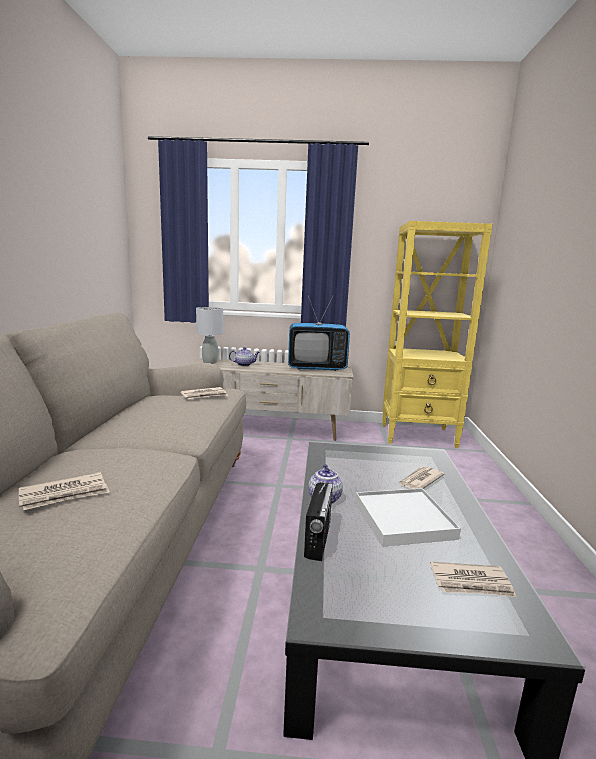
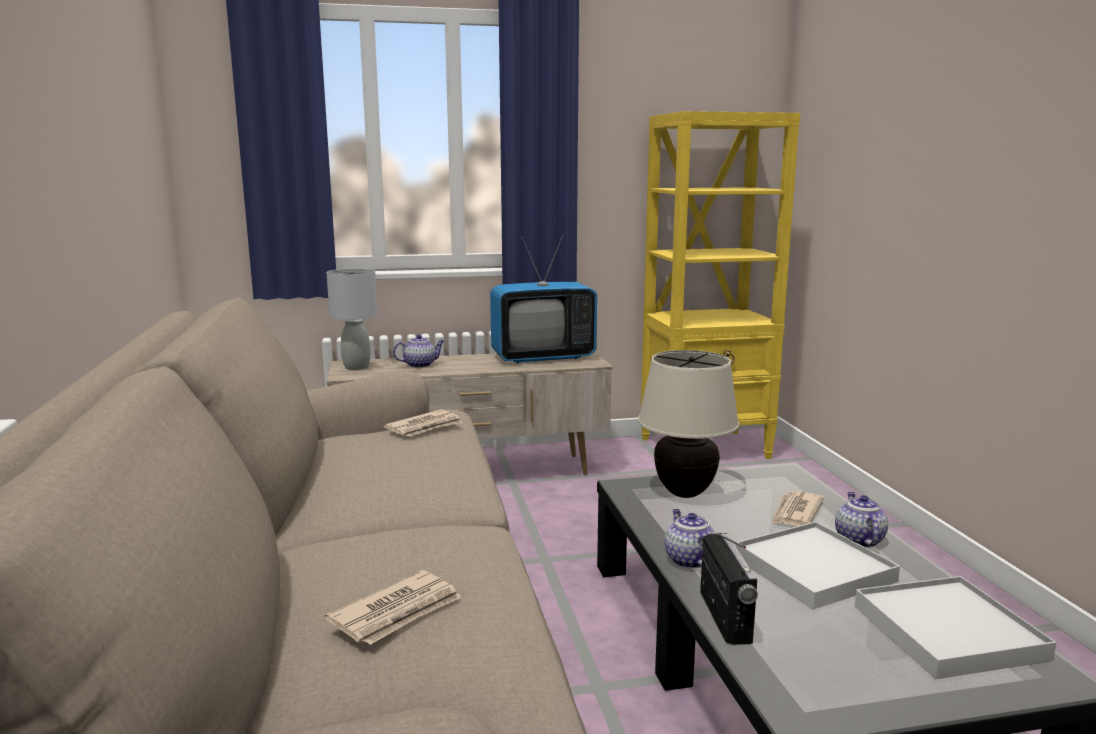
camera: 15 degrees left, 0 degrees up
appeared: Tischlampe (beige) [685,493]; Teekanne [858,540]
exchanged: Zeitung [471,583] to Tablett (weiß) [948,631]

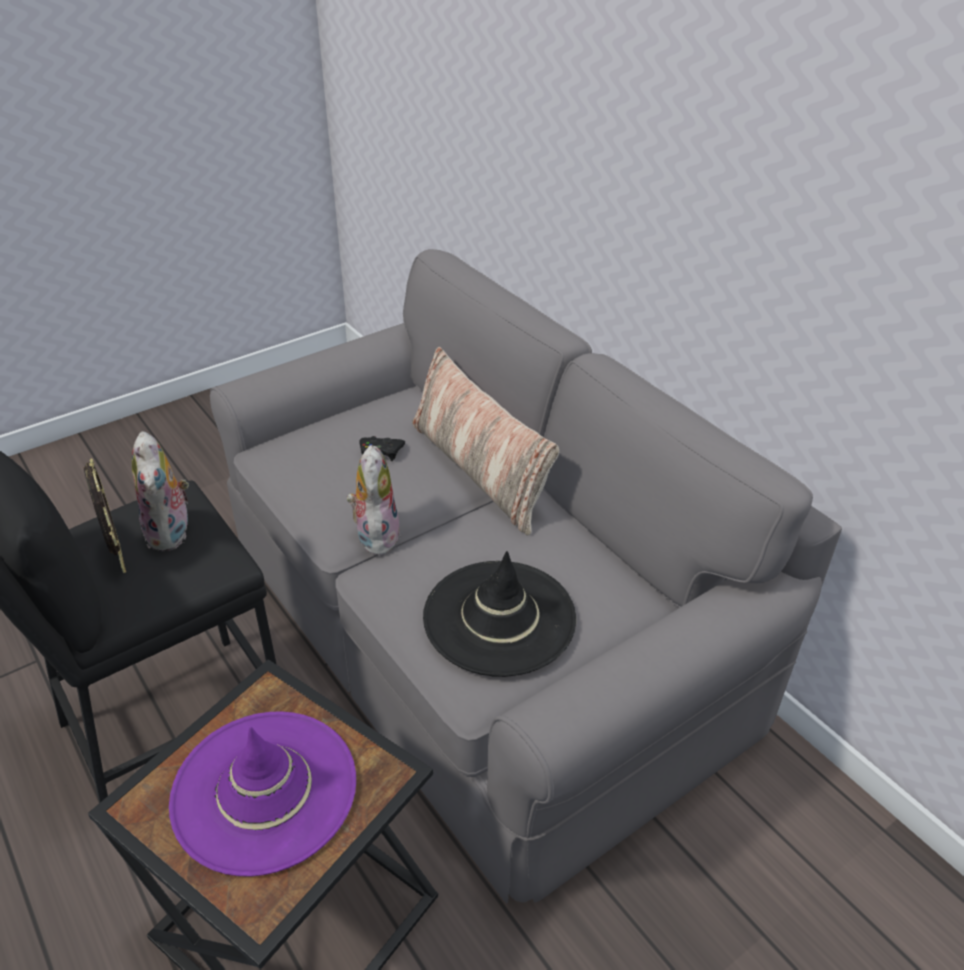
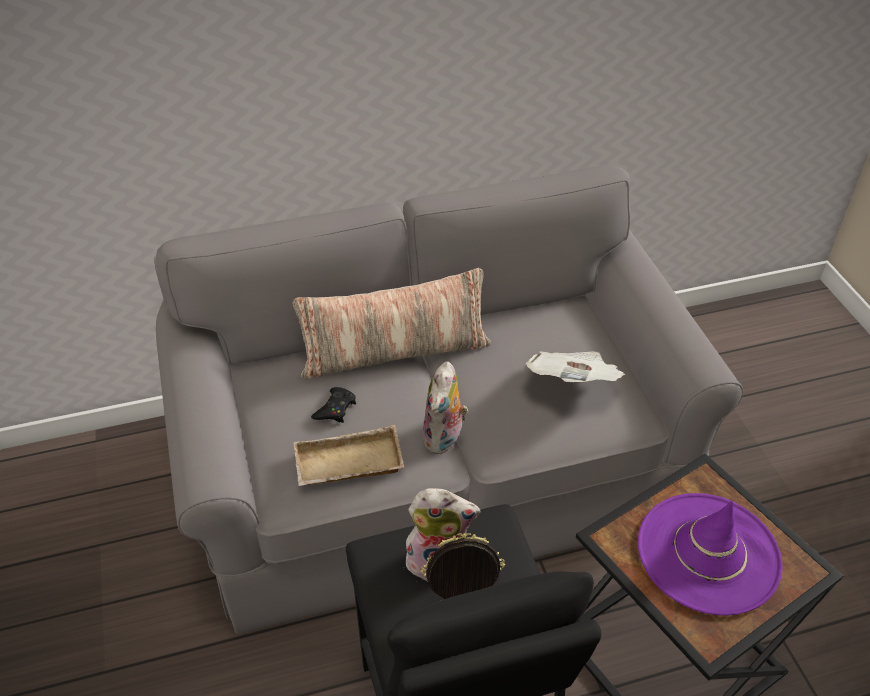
camera: 70 degrees left, 5 degrees up
appeared: Tablett (beige) [347,466]
exchanged: Hut (schwarz) [499,617] to Zeitung [573,384]
spun: Plüschtier [375,535] = [445,438] 90 degrees counterclockwise

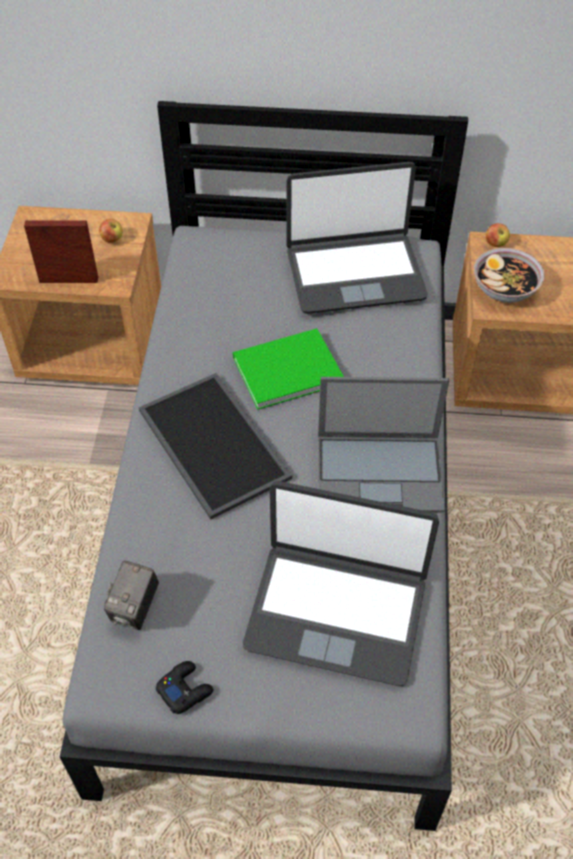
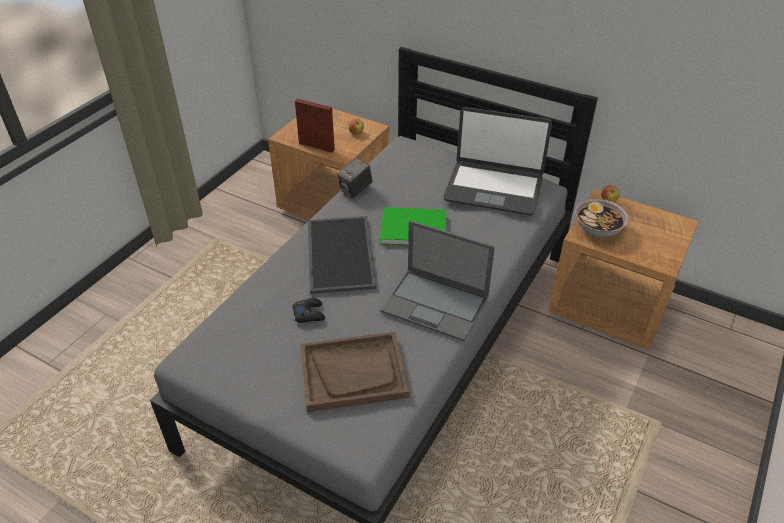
camera: 25 degrees right, 10 degrees down
relocated: Gamepad (schwarz) [185,689] to [309,313]; Kamera [135,608] to [355,190]
exchanged: Laptop [336,611] to Tablett (braun) [353,373]

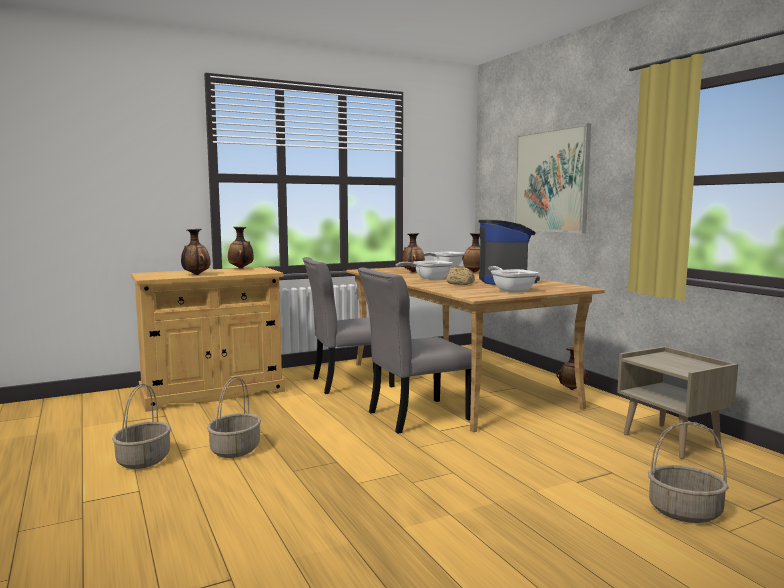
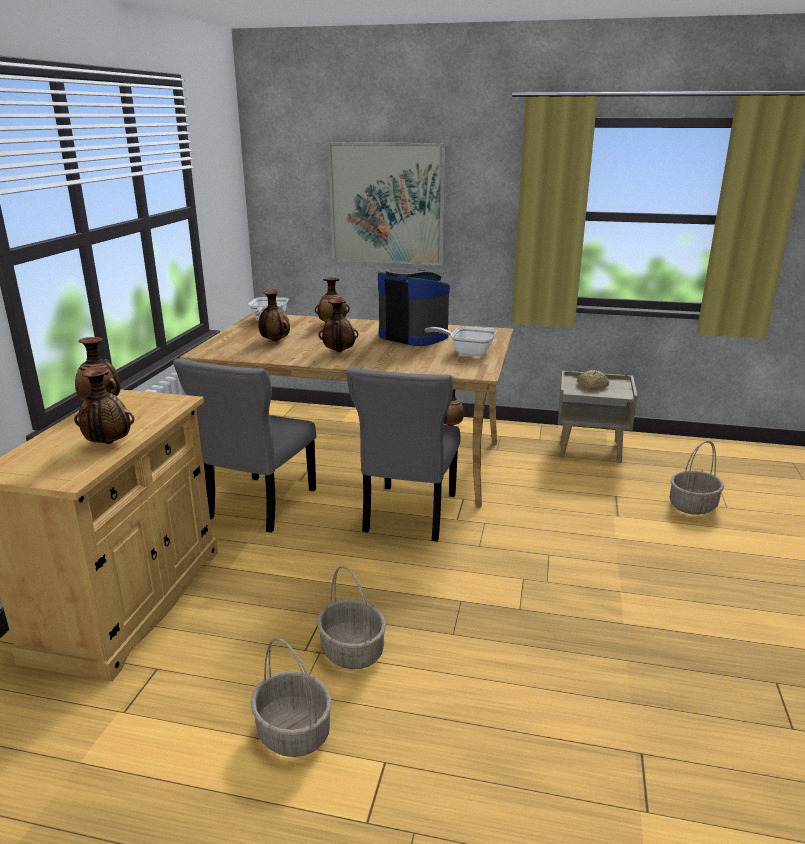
camera: 50 degrees left, 15 degrees up
relocated: Brot [461,283] to [593,385]
exchanged: Pfanne [428,279] to Vase [339,352]

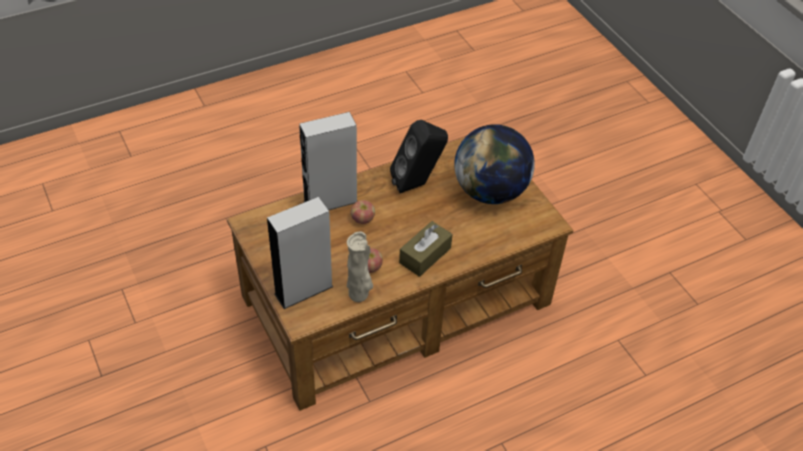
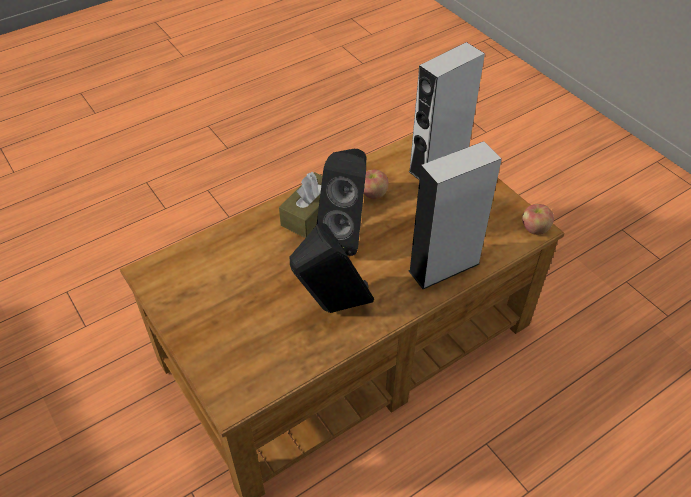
camera: 175 degrees right, 0 degrees up
missing: Vase (beige) [359,295]; Globus [490,191]
appeared: Lautsprecher (schwarz) [346,234]
relocated: Apfel [362,219] to [534,229]

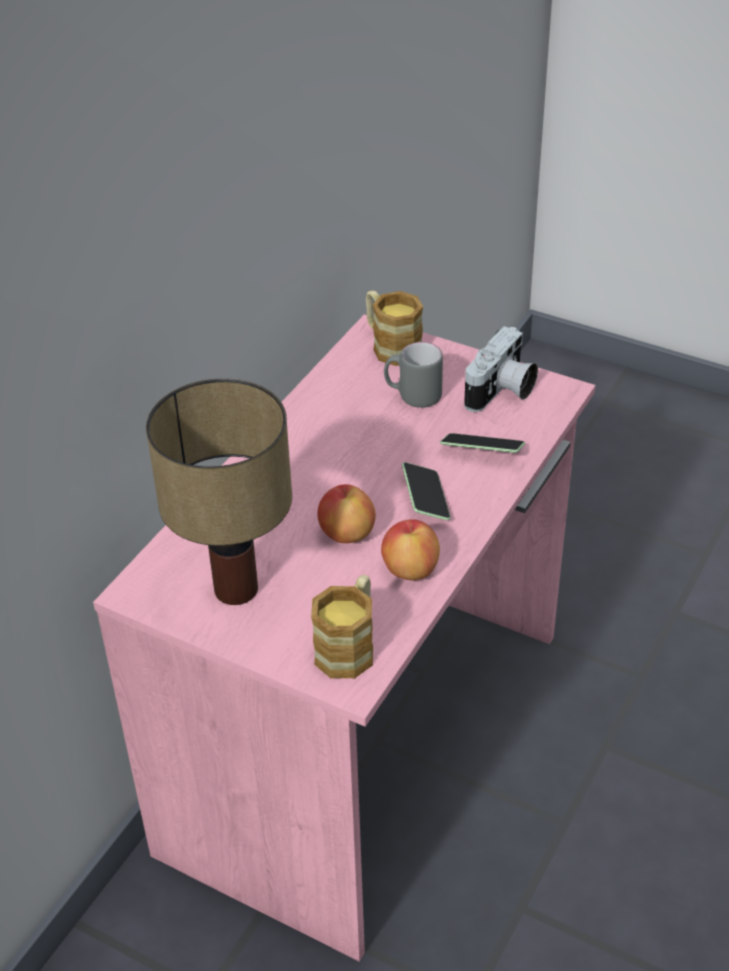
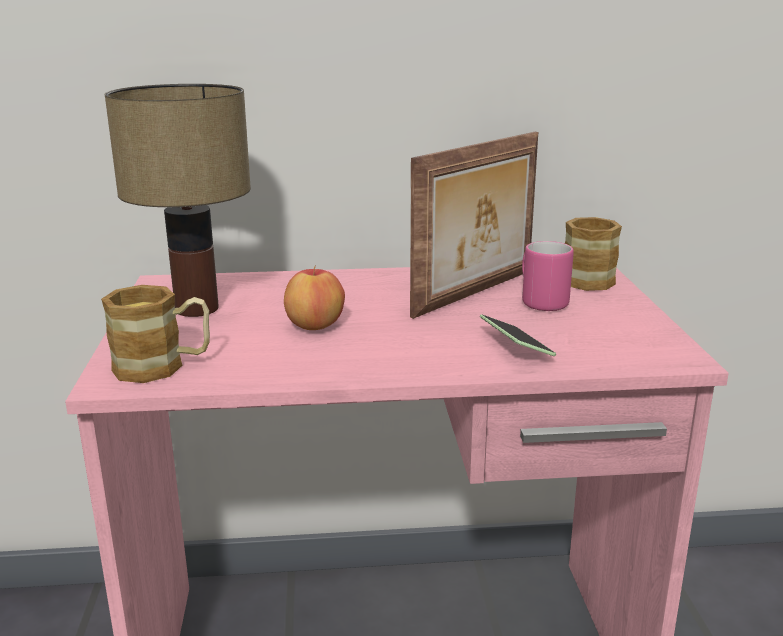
camera: 55 degrees right, 20 degrees down
missing: Apfel [410,569]; Handy [425,500]; Kamera [502,392]
appeared: Bilderrahmen [476,293]
colour: Henkelbecher (grau) [413,396] to Henkelbecher (rosa) [540,301]

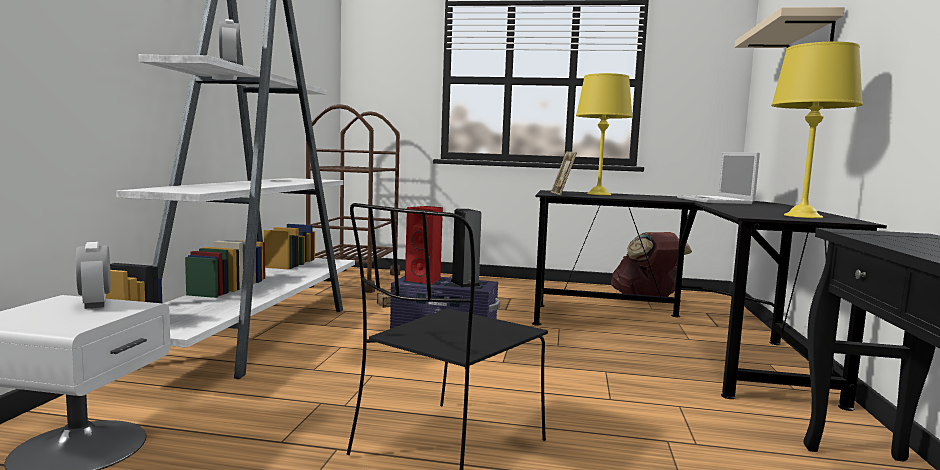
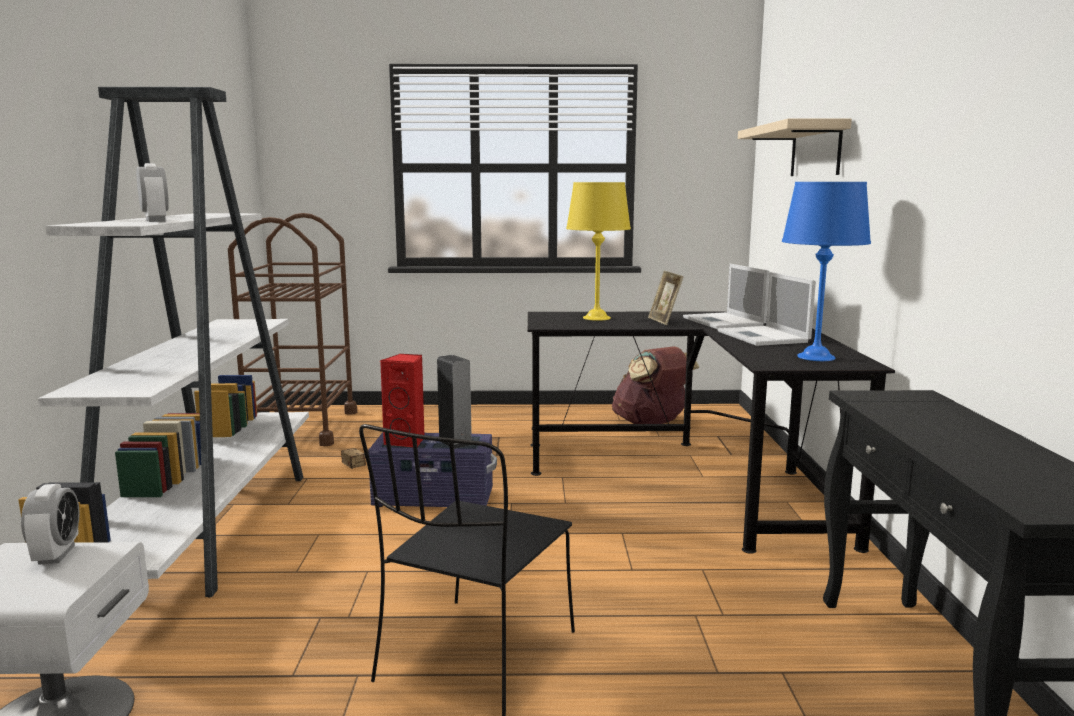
camera: 10 degrees left, 5 degrees up
appeared: Laptop [764,337]
relocated: Bilderrahmen [562,194] to [664,321]
colour: Tischlampe (gelb) [802,216] to Tischlampe (blau) [816,357]
spun: Wecker [95,304] = [56,554] 150 degrees counterclockwise

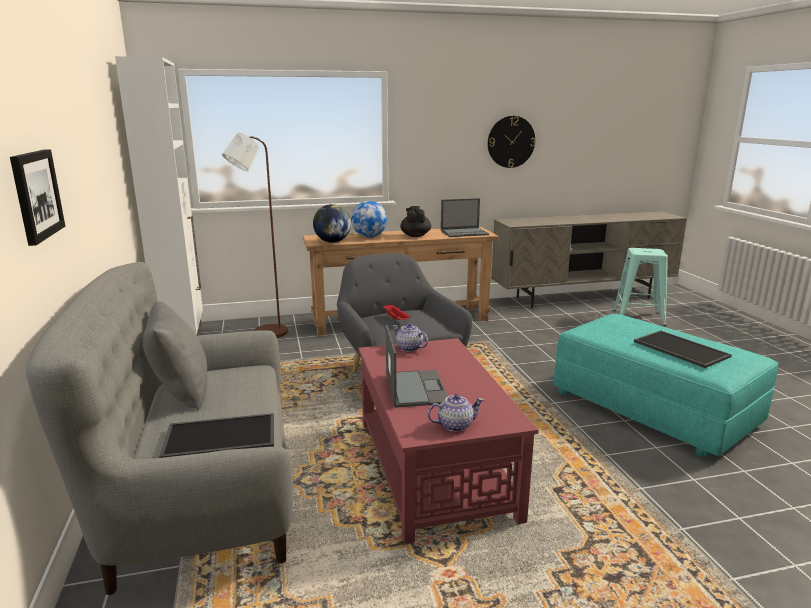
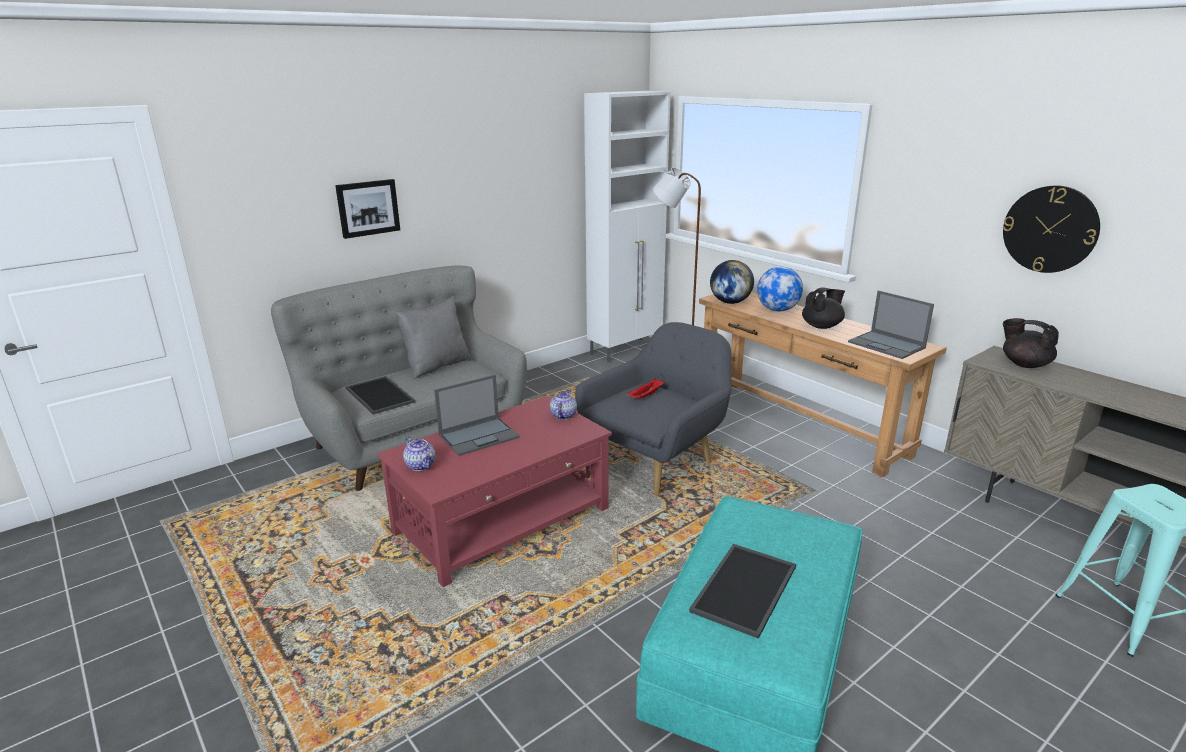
camera: 65 degrees right, 5 degrees up
appeared: Teekanne (schwarz) [1024,364]

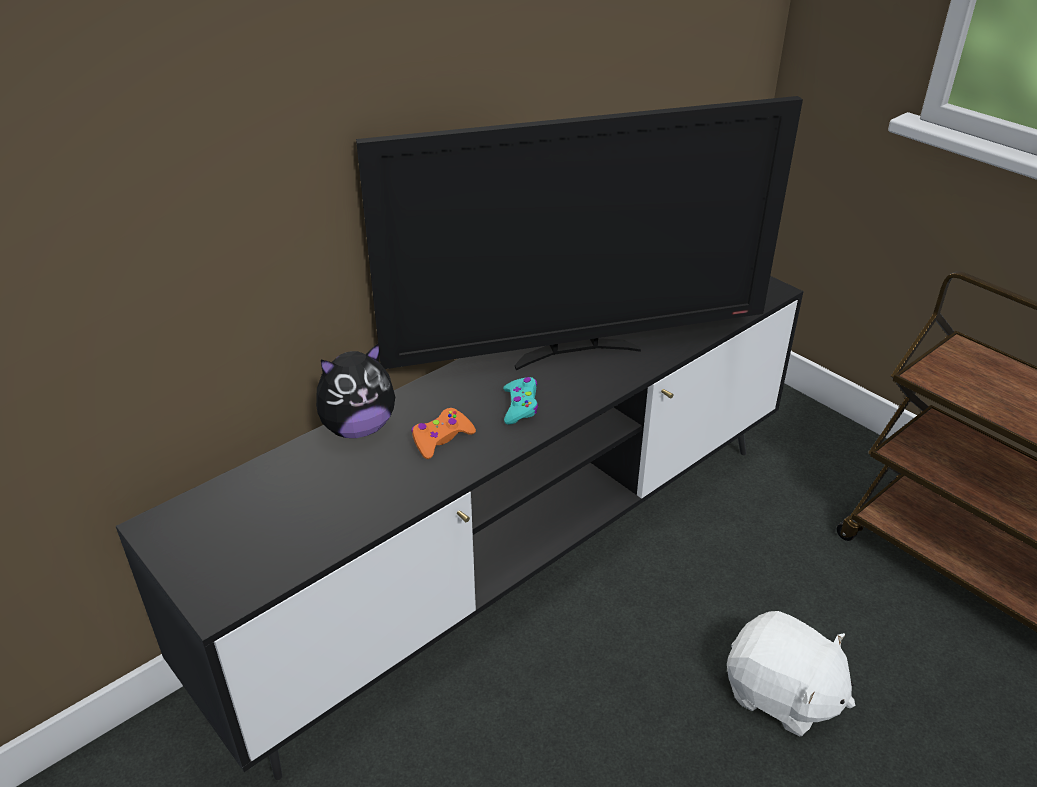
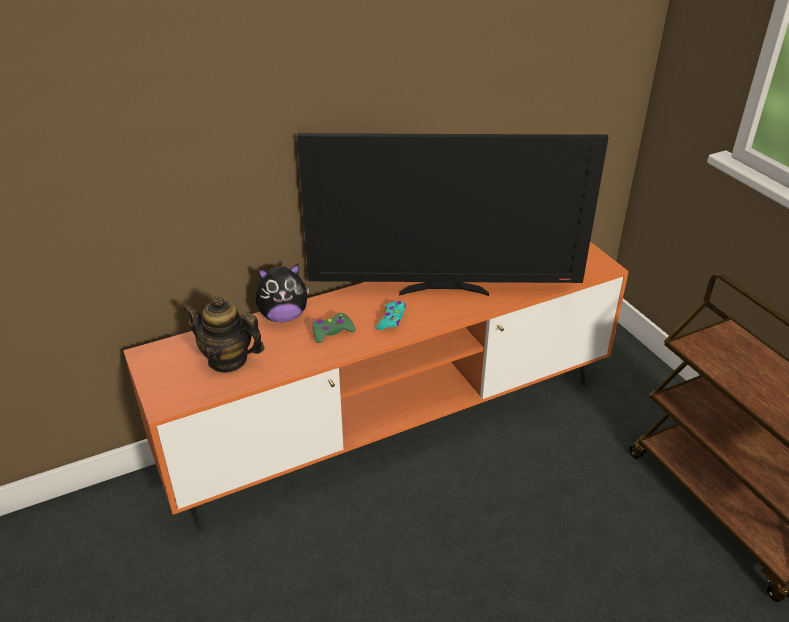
camera: 15 degrees right, 0 degrees up
missing: Plüschtier (weiß) [781,695]
appeared: Teekanne [228,360]
colour: Fernsehschrank (schwarz) [516,561] to Fernsehschrank (orange) [393,427]; Gamepad (orange) [441,439] to Gamepad (grün) [332,332]

